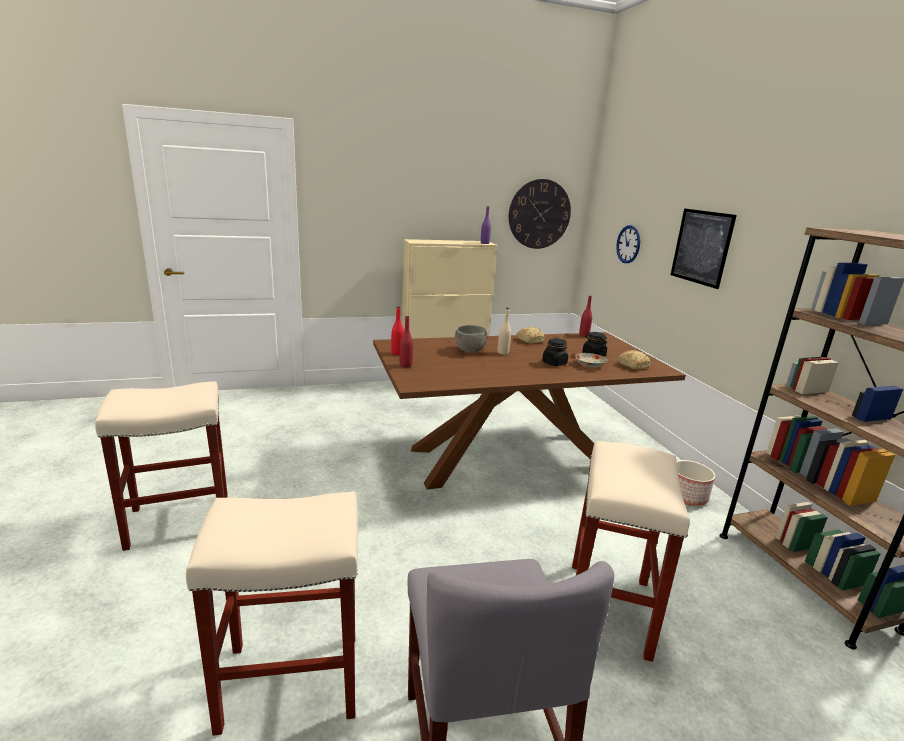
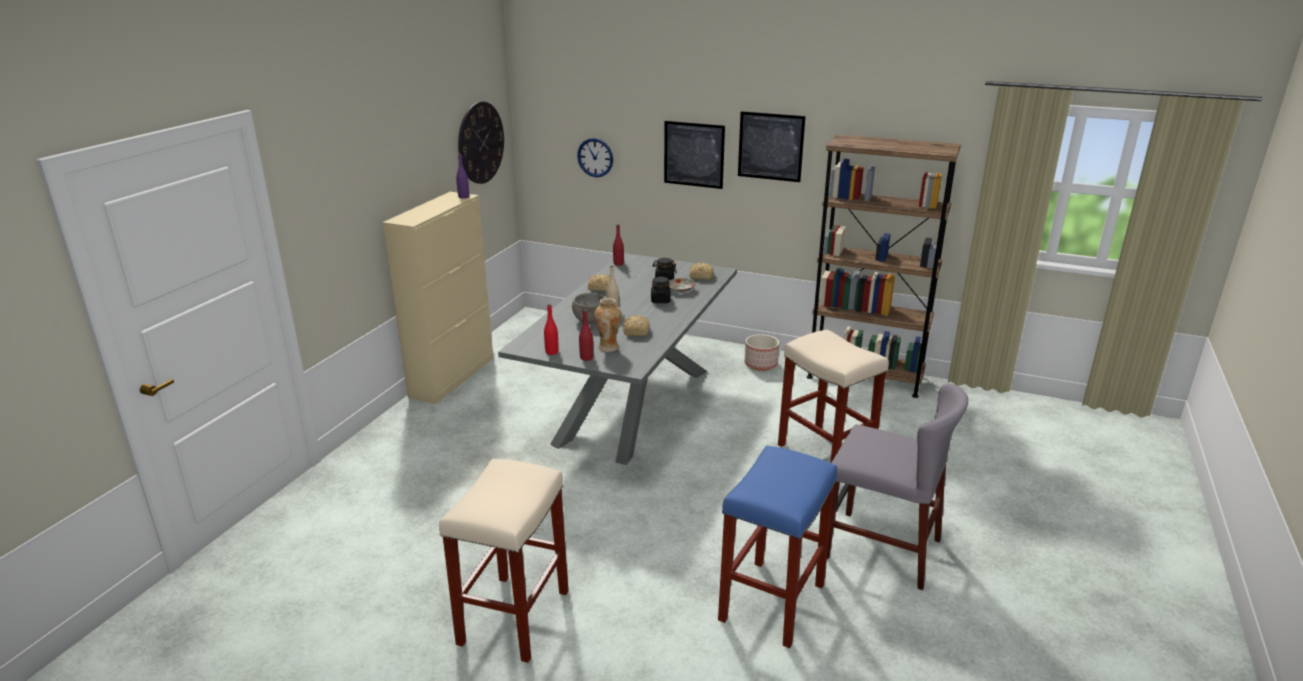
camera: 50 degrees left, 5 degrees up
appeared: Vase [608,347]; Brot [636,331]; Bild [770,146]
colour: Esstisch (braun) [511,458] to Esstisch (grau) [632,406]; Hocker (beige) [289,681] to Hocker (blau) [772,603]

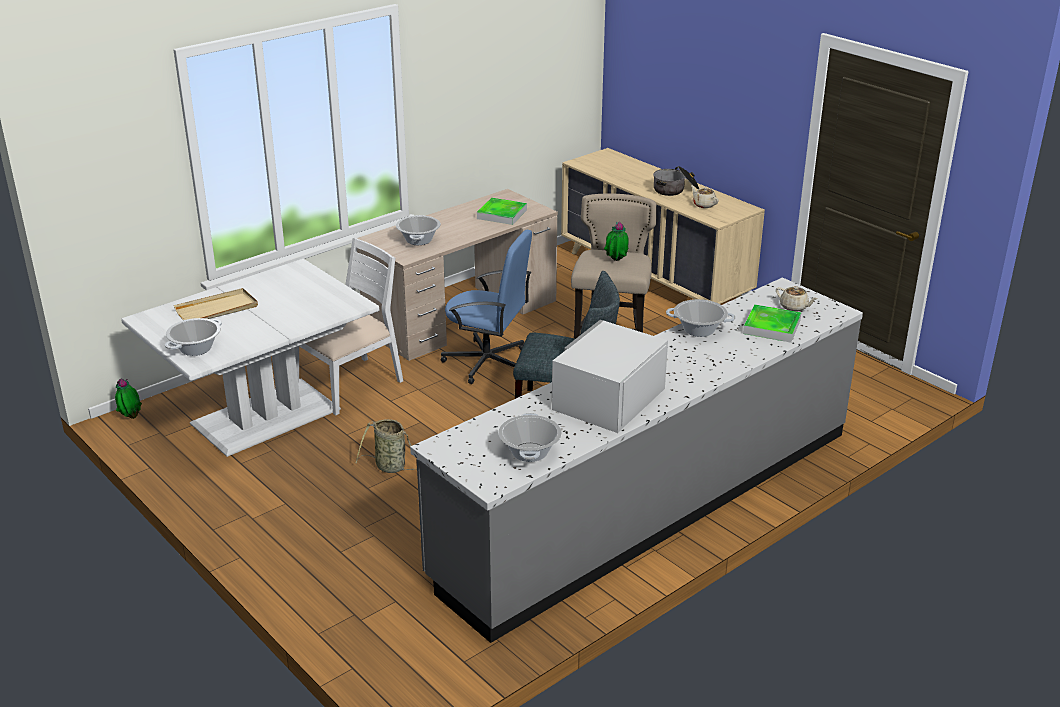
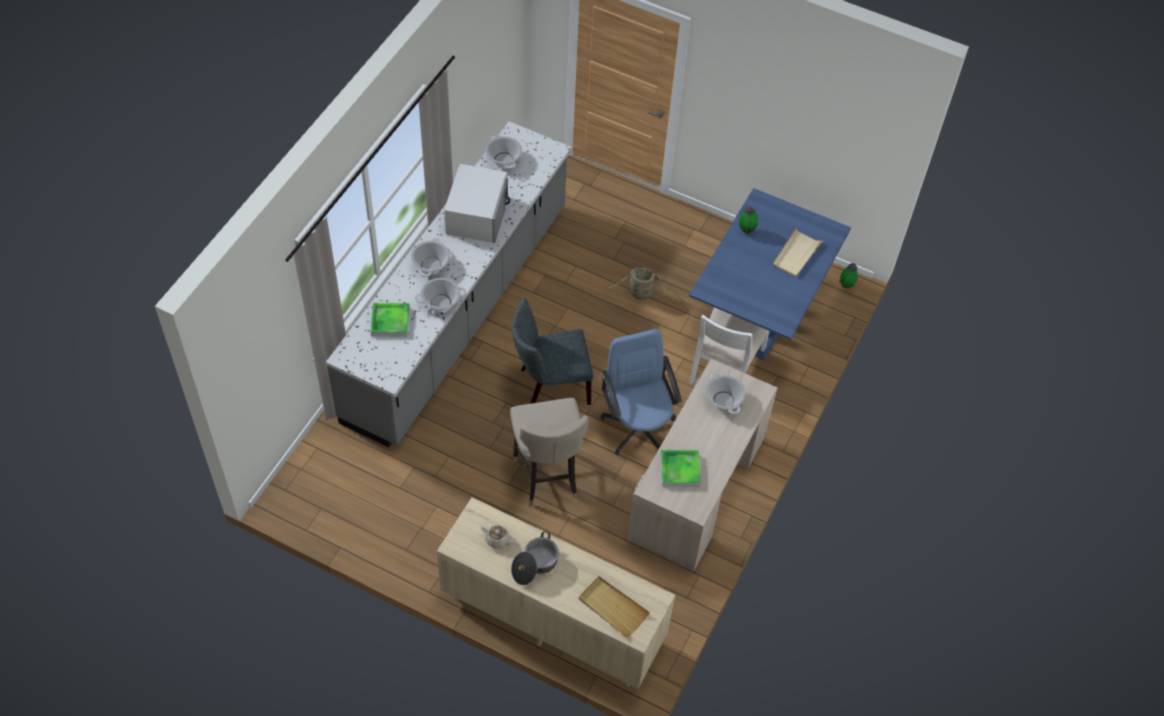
camera: 155 degrees right, 25 degrees up
missing: Teekanne (beige) [794,307]
appeared: Tablett (beige) [612,607]
relocated: Kochtopf [195,349] to [431,265]; Topfpflanze [616,261] to [746,230]
colour: Esstisch (weiß) [264,416] to Esstisch (blau) [759,315]
spun: Bürostuhl (blau) [488,362] = [638,427] 75 degrees clockwise

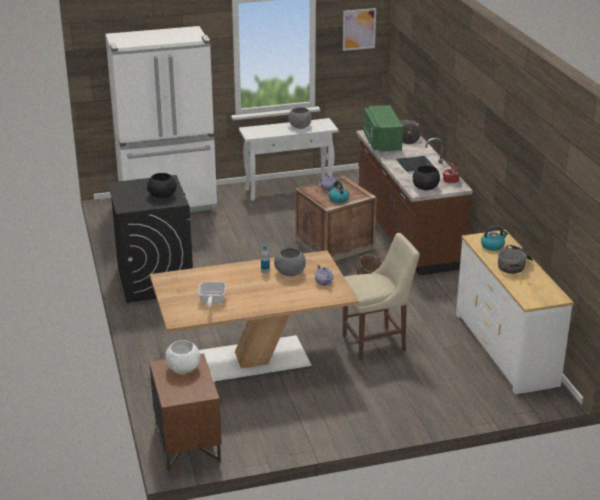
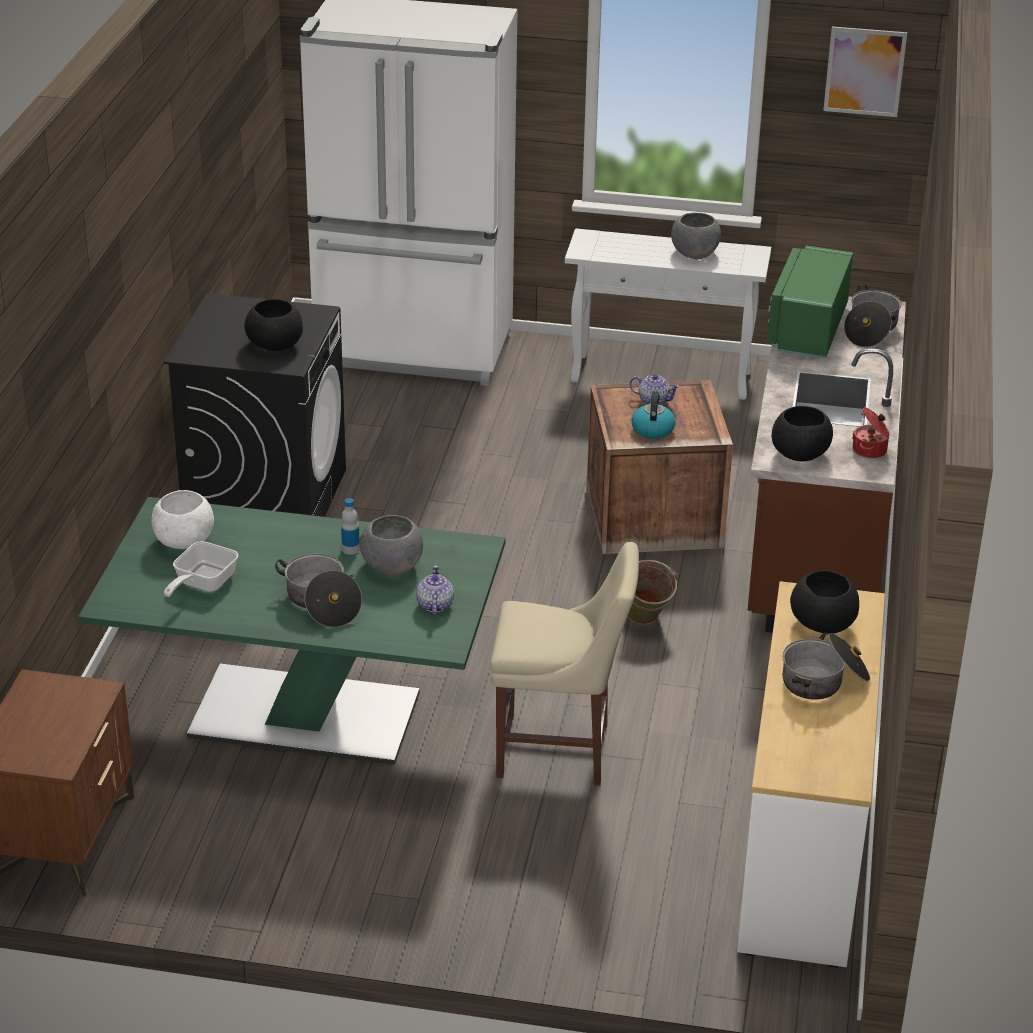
camera: 25 degrees right, 5 degrees up
appeared: Kochtopf [321,603]
relocated: Schüssel (weiß) [183,368] to [184,541]
exchanged: Wasserkessel [492,246] to Schüssel (schwarz) [821,623]
colour: Esstisch (braun) [253,360] to Esstisch (grün) [305,715]

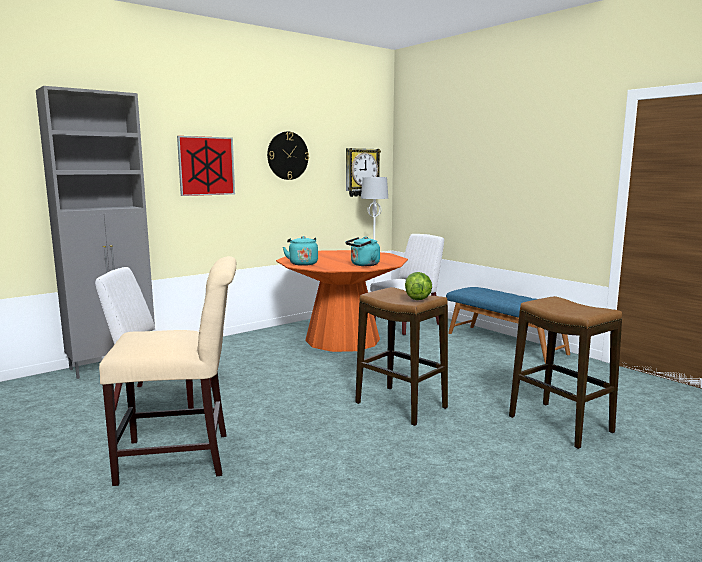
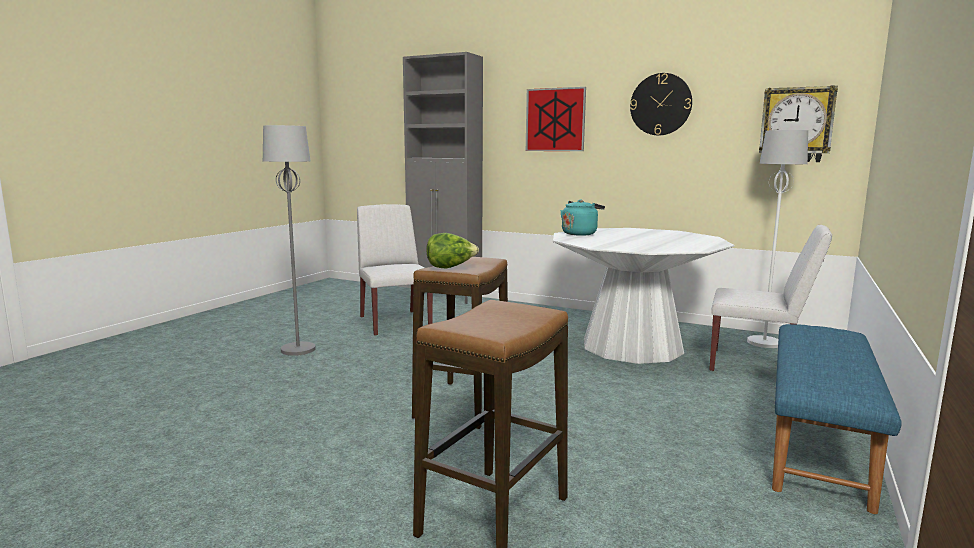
camera: 65 degrees right, 0 degrees up
missing: Wasserkessel (türkis) [363,265]
exchanged: Stuhl (beige) [182,457] to Stehlampe (grau) [298,350]
colour: Esstisch (orange) [342,339] to Esstisch (weiß) [632,346]

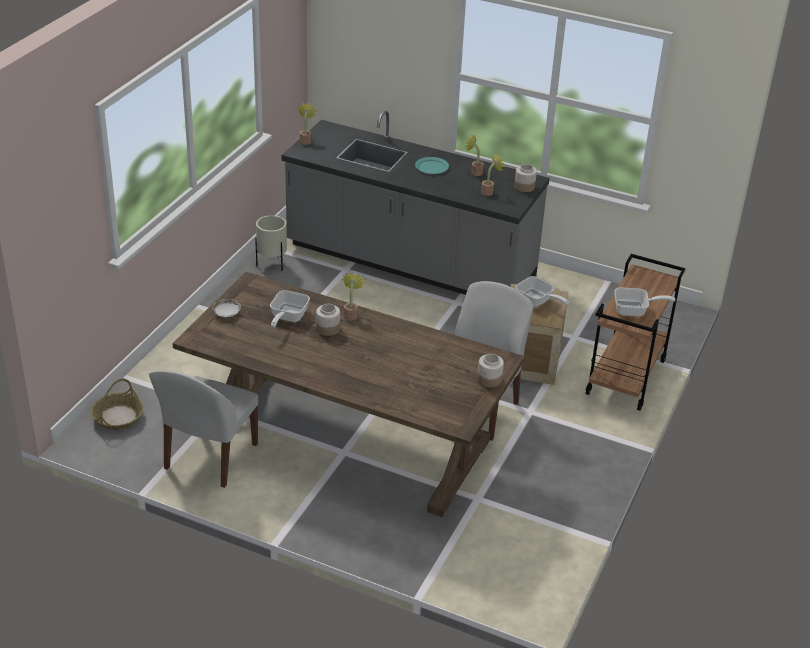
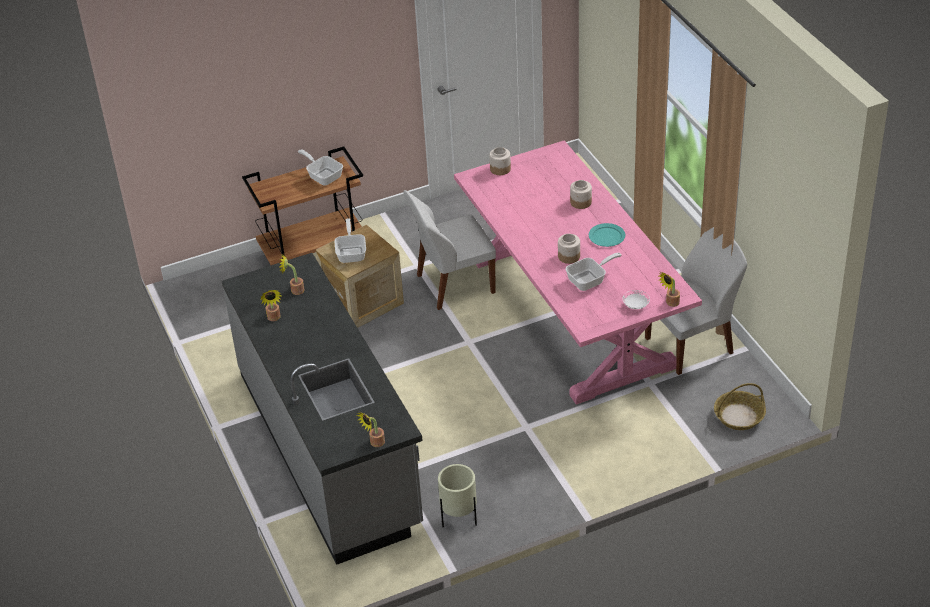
camera: 135 degrees left, 5 degrees up
relocated: Vorratsglas [524,187] to [581,202]; Teller (türkis) [432,167] to [606,236]; Topfpflanze [351,314] to [670,303]
colour: Esstisch (braun) [346,437] to Esstisch (rosa) [573,312]

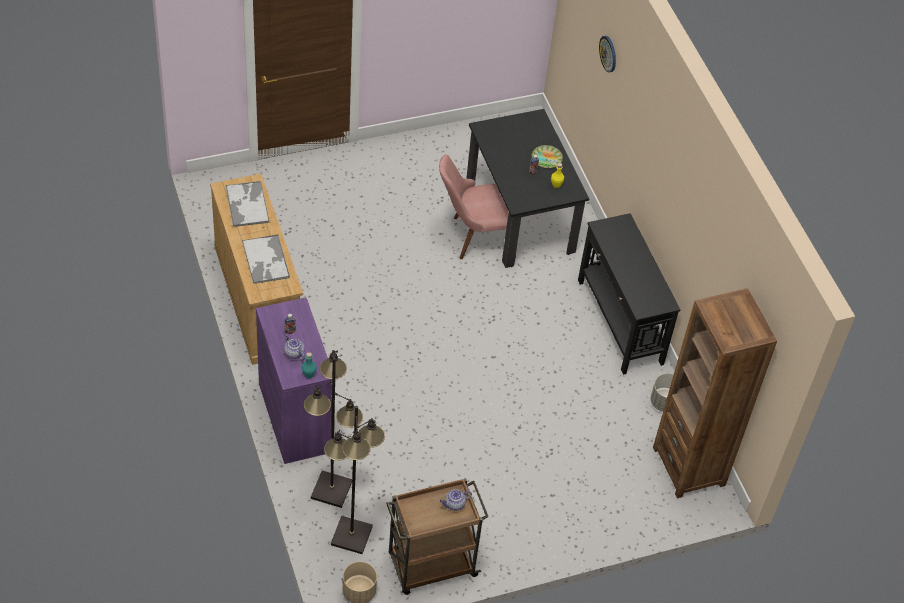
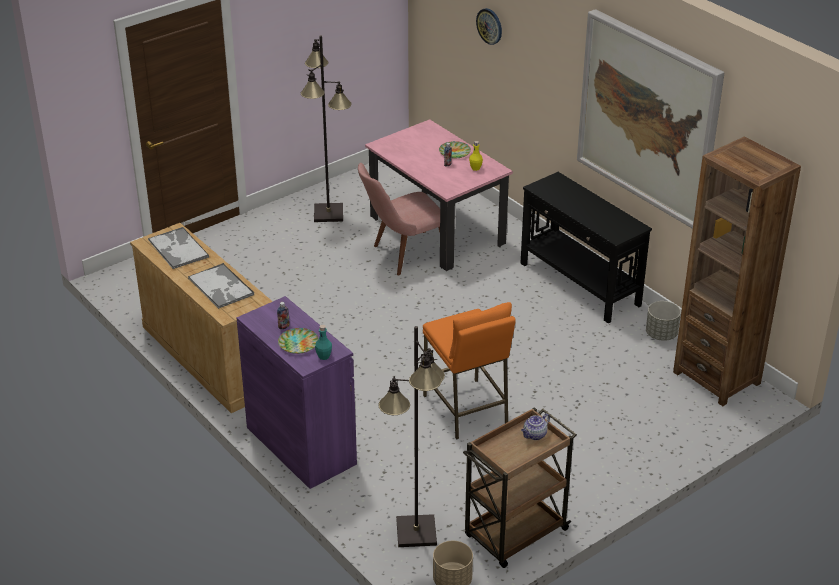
camera: 15 degrees left, 15 degrees down
appeared: Hocker (orange) [466,409]; Bild [648,117]
relocated: Stehlampe (schwarz) [332,489] to [329,213]
exchanged: Teekanne [293,353] to Teller [298,343]
colour: Esstisch (schwarz) [519,217] to Esstisch (rosa) [437,230]

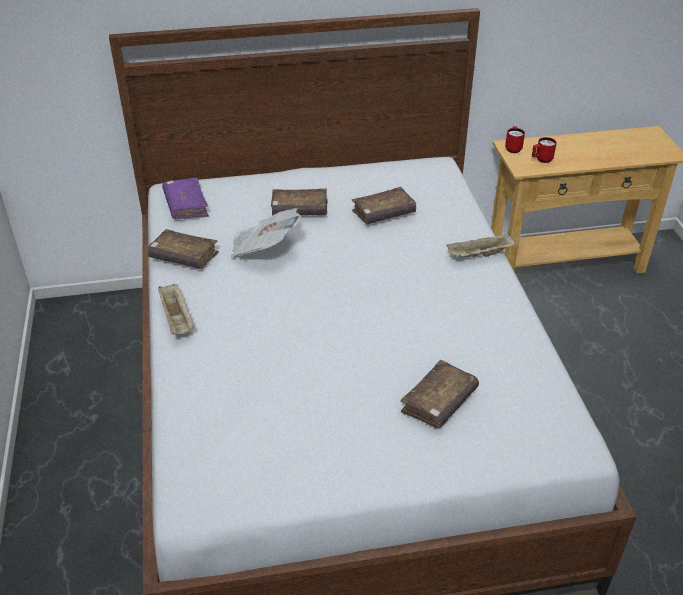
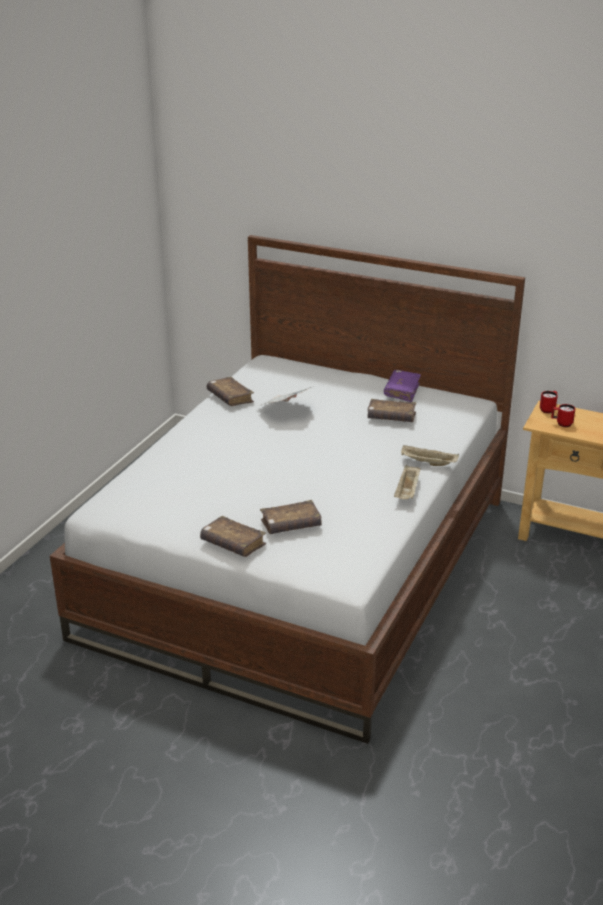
camera: 35 degrees right, 10 degrees down
relocated: Buch (braun) [299,210] to [233,544]; Buch (lila) [186,205] to [402,391]; Tablett (beige) [177,319] to [407,492]

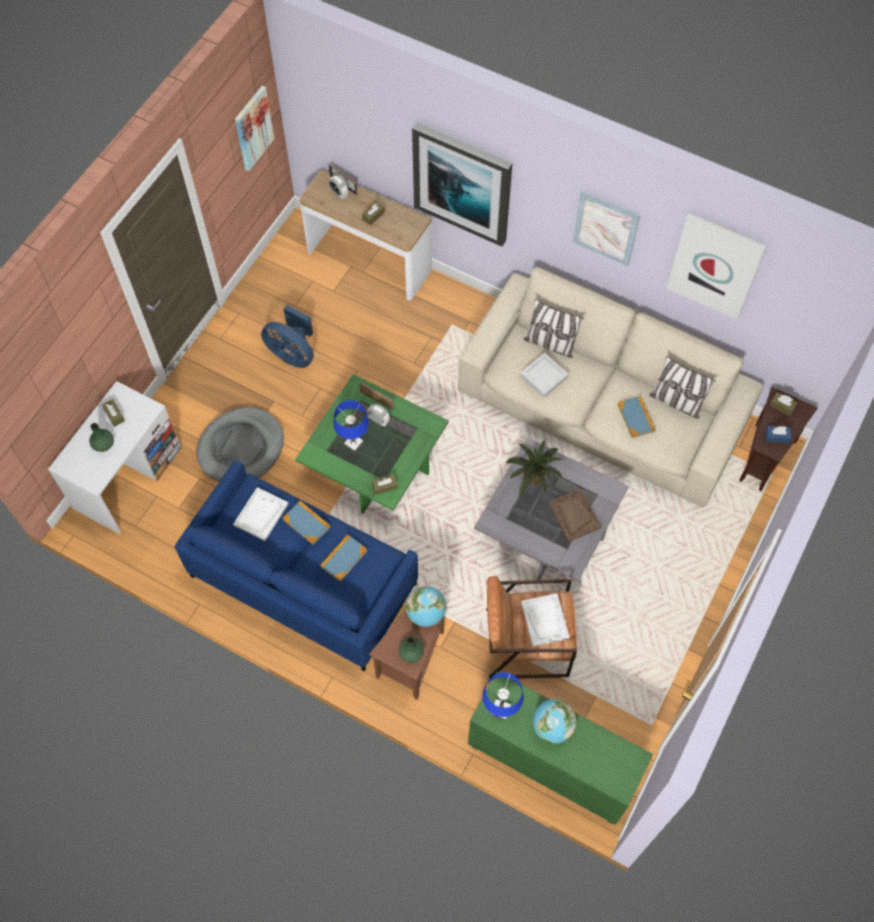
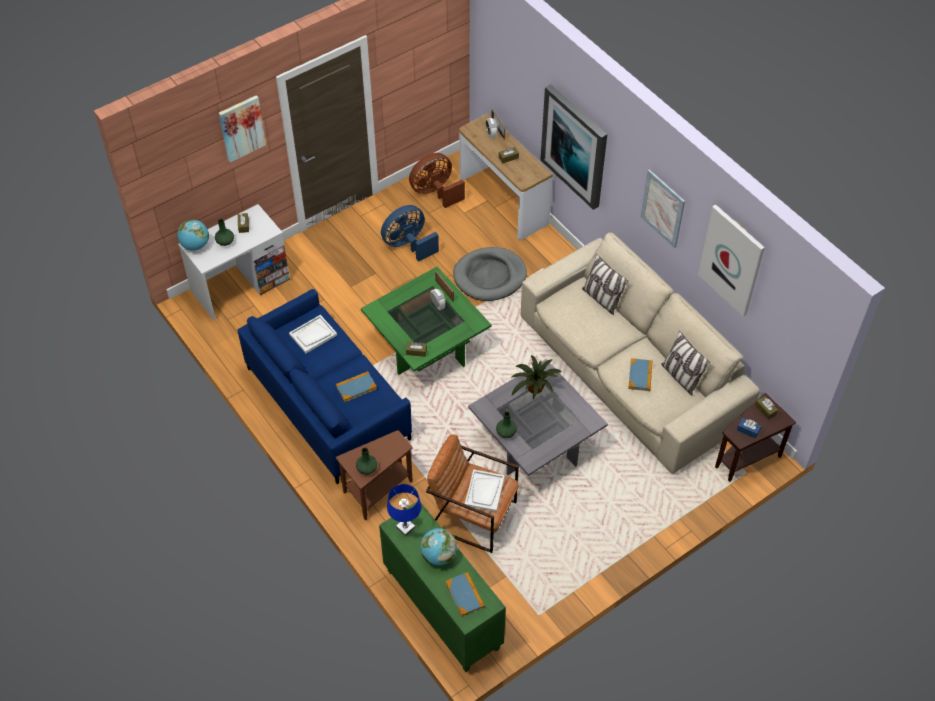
camera: 25 degrees right, 10 degrees down
missing: Tischlampe (blau) [354,444]; Tablett (grau) [543,377]; Tablett (braun) [574,515]
appeared: Ventilator (braun) [435,193]; Vase (grün) [506,432]
relocated: Globus [426,613] to [195,245]; Bild [253,128] to [242,128]; Buch [307,523] to [465,595]; Hundebett (grau) [241,448] to [490,276]
spun: Ventilator (blau) [292,353] = [408,245] 90 degrees clockwise

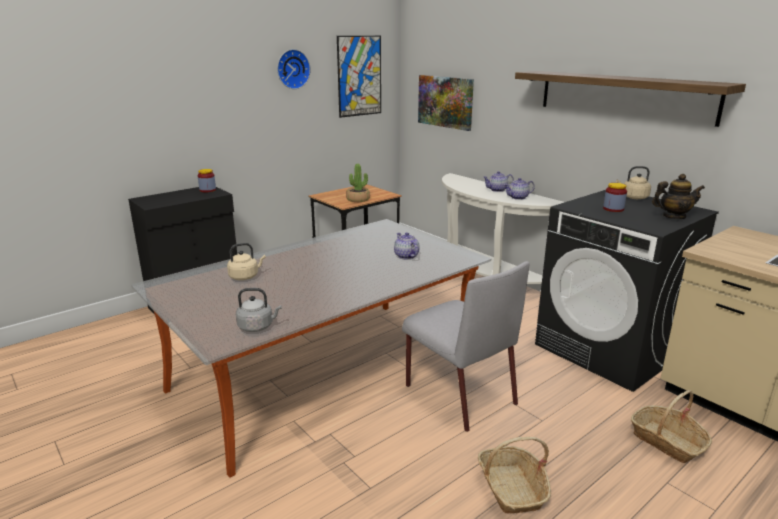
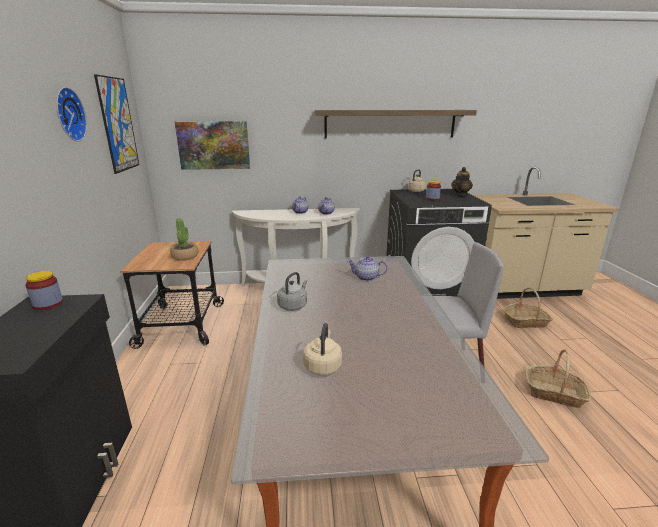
camera: 55 degrees left, 0 degrees up
relocated: Wasserkessel (grau) [257,326] to [293,305]

